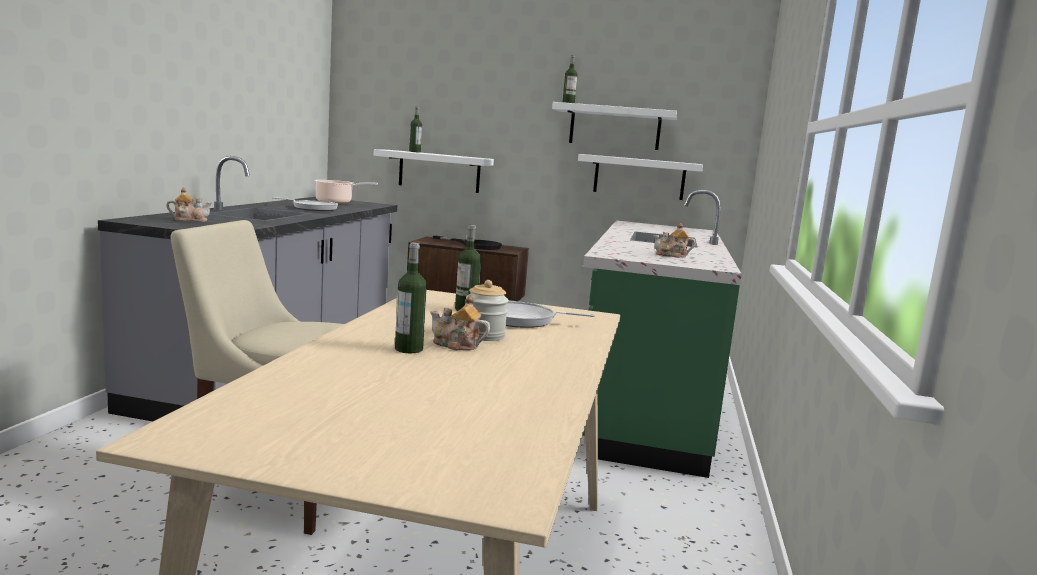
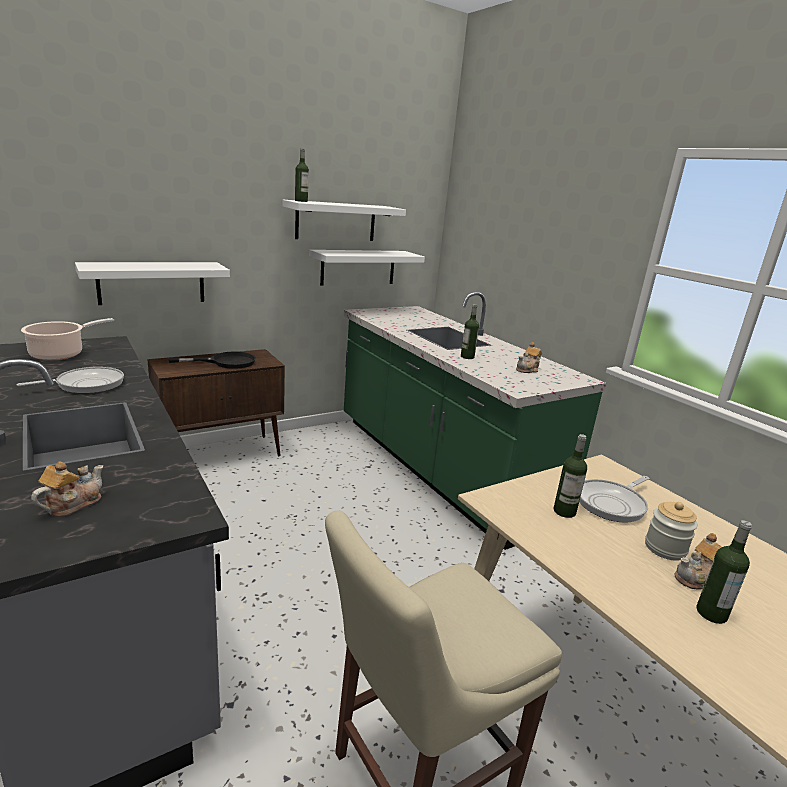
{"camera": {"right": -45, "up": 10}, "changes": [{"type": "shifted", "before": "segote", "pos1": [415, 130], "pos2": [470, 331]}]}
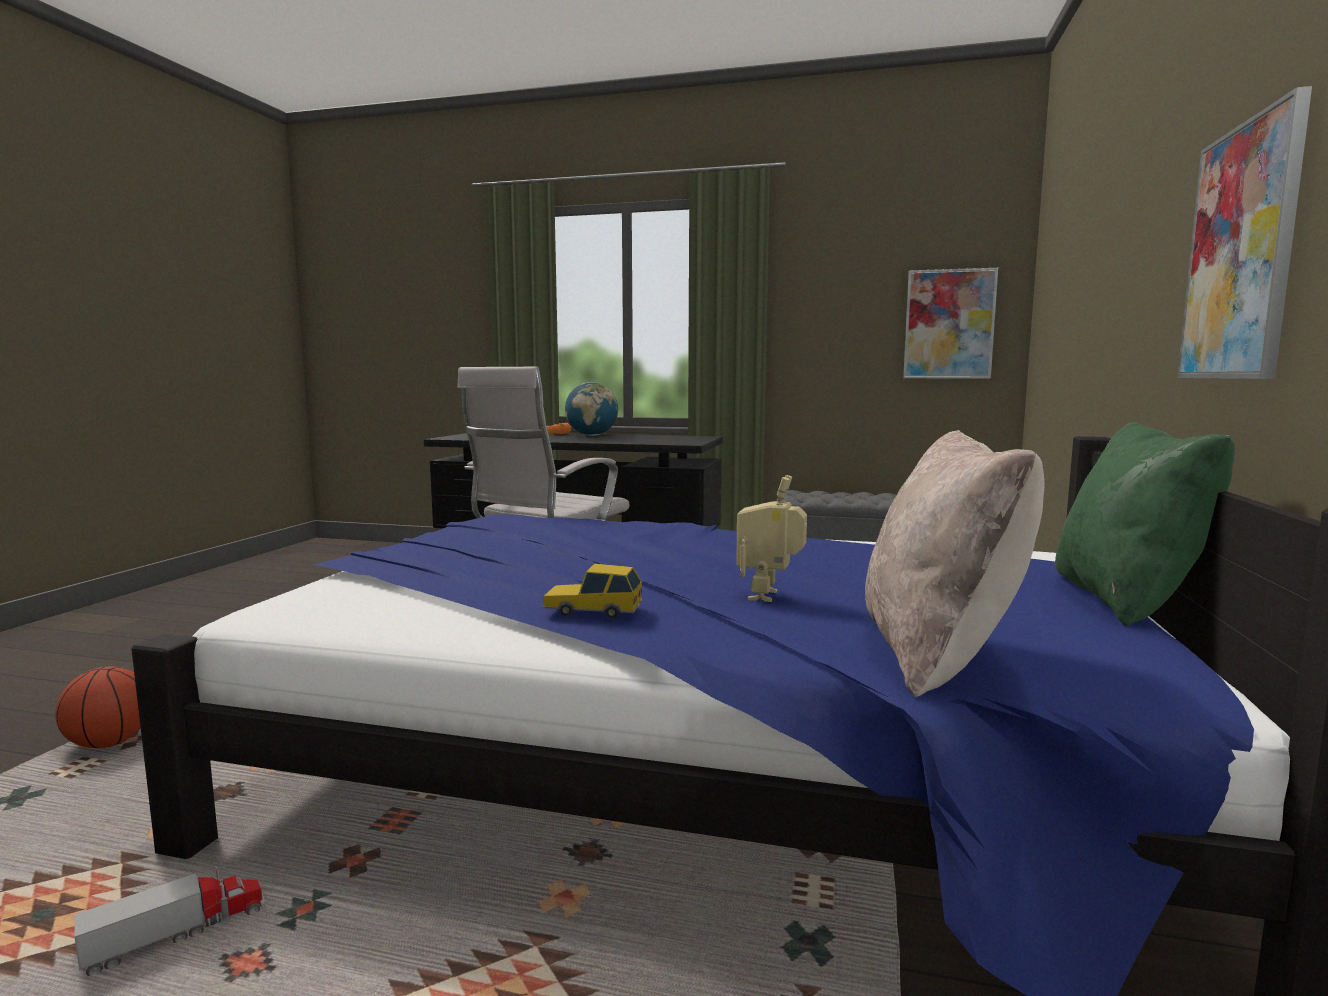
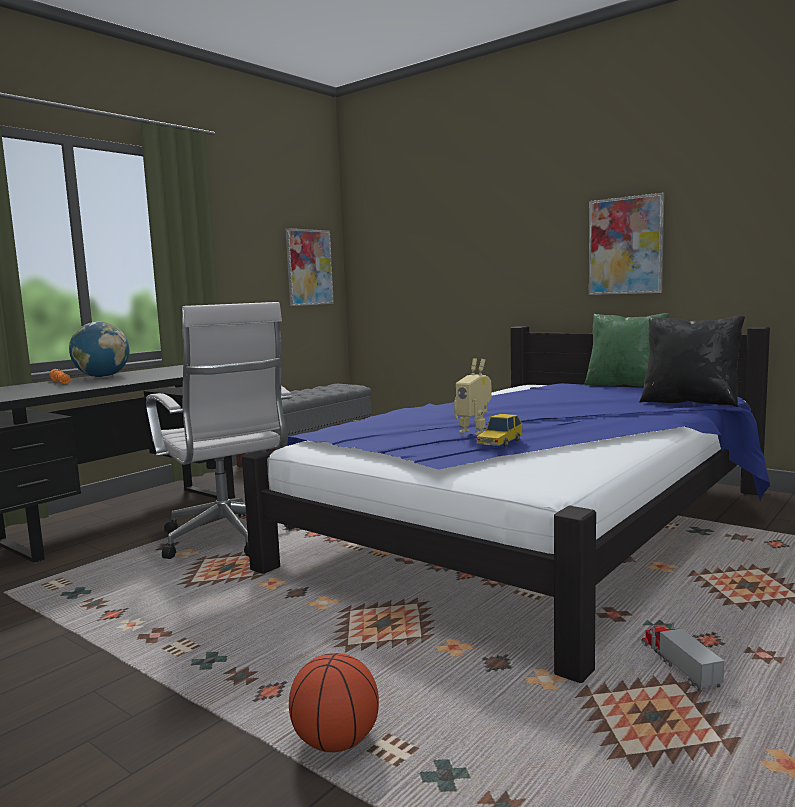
{"camera": {"right": -65, "up": 0}, "changes": [{"type": "repainted", "before": "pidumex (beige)", "after": "pidumex (black)", "pos1": [955, 564], "pos2": [692, 361]}, {"type": "shifted", "before": "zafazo", "pos1": [771, 538], "pos2": [473, 396]}, {"type": "shifted", "before": "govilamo", "pos1": [592, 591], "pos2": [499, 430]}]}
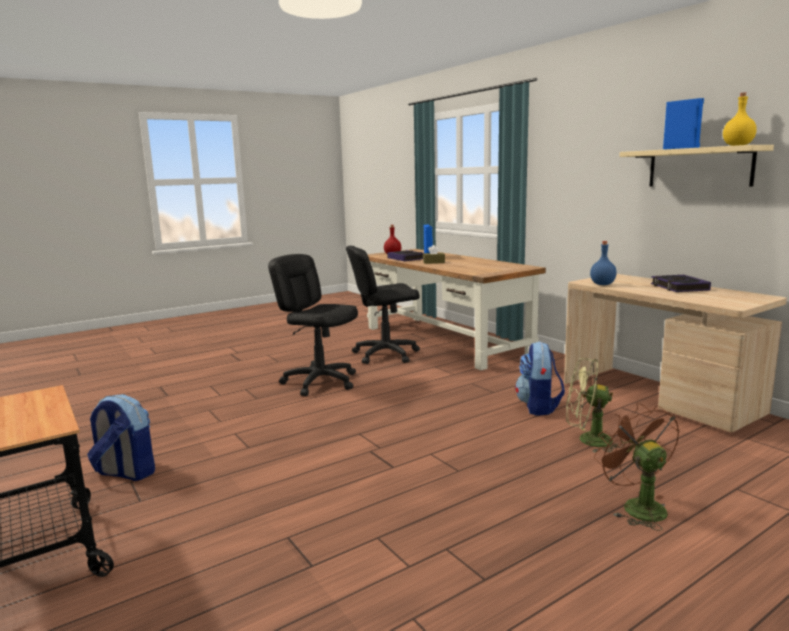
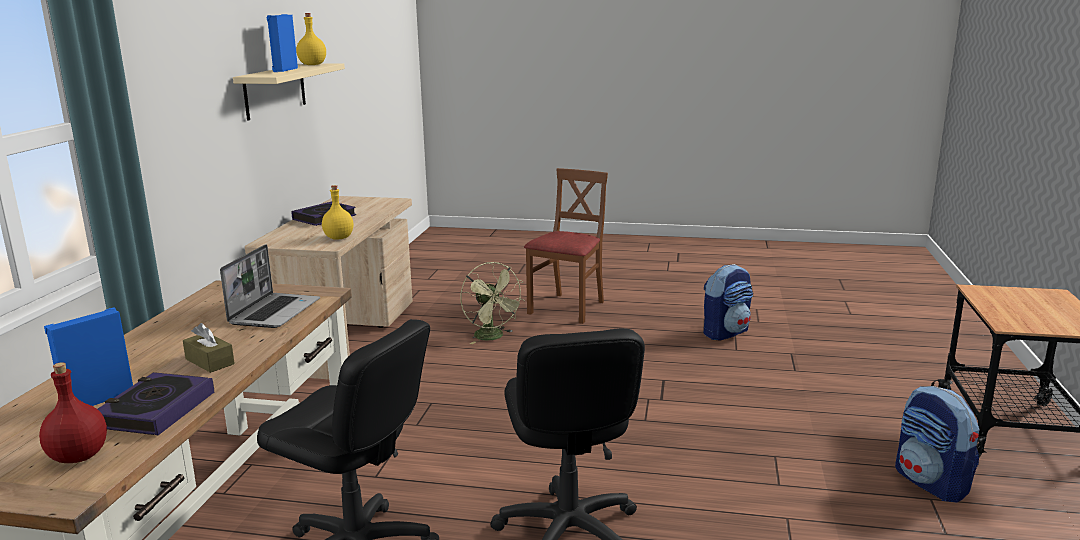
{"camera": {"right": -135, "up": 5}, "changes": [{"type": "repainted", "before": "segote (blue)", "after": "segote (yellow)", "pos1": [603, 263], "pos2": [337, 212]}, {"type": "shifted", "before": "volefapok", "pos1": [540, 378], "pos2": [728, 302]}, {"type": "swapped", "before": "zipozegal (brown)", "after": "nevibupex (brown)", "pos1": [636, 467], "pos2": [566, 246]}, {"type": "new", "after": "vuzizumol", "pos2": [270, 286]}]}
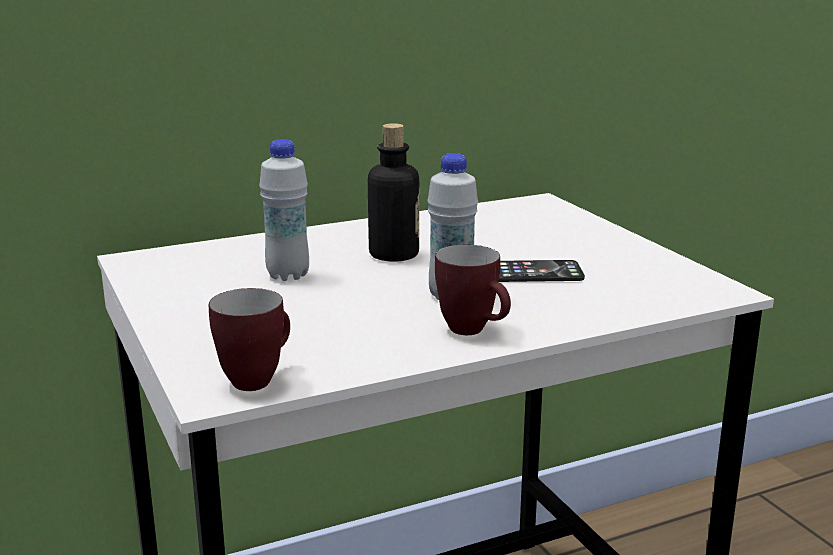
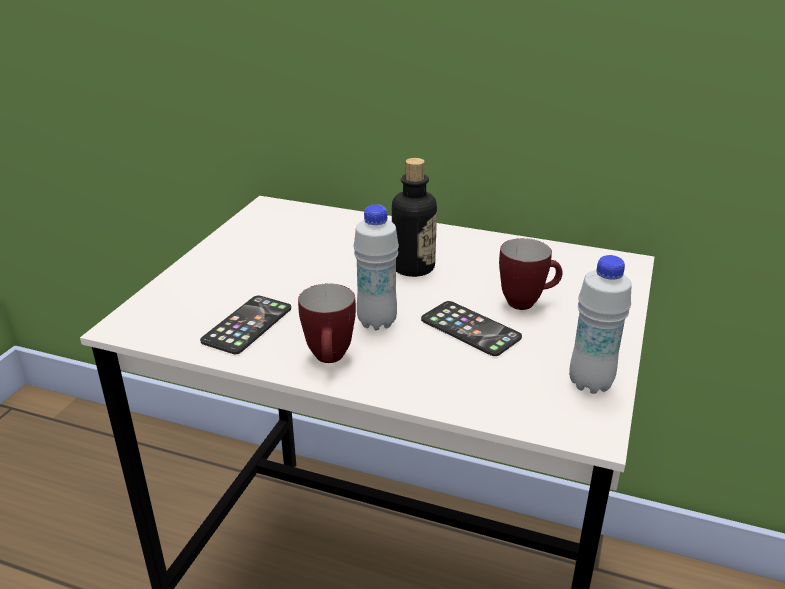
{"camera": {"right": 45, "up": 10}, "changes": [{"type": "shifted", "before": "segote (white)", "pos1": [284, 210], "pos2": [600, 324]}, {"type": "shifted", "before": "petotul", "pos1": [249, 339], "pos2": [530, 274]}, {"type": "new", "after": "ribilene", "pos2": [245, 325]}]}
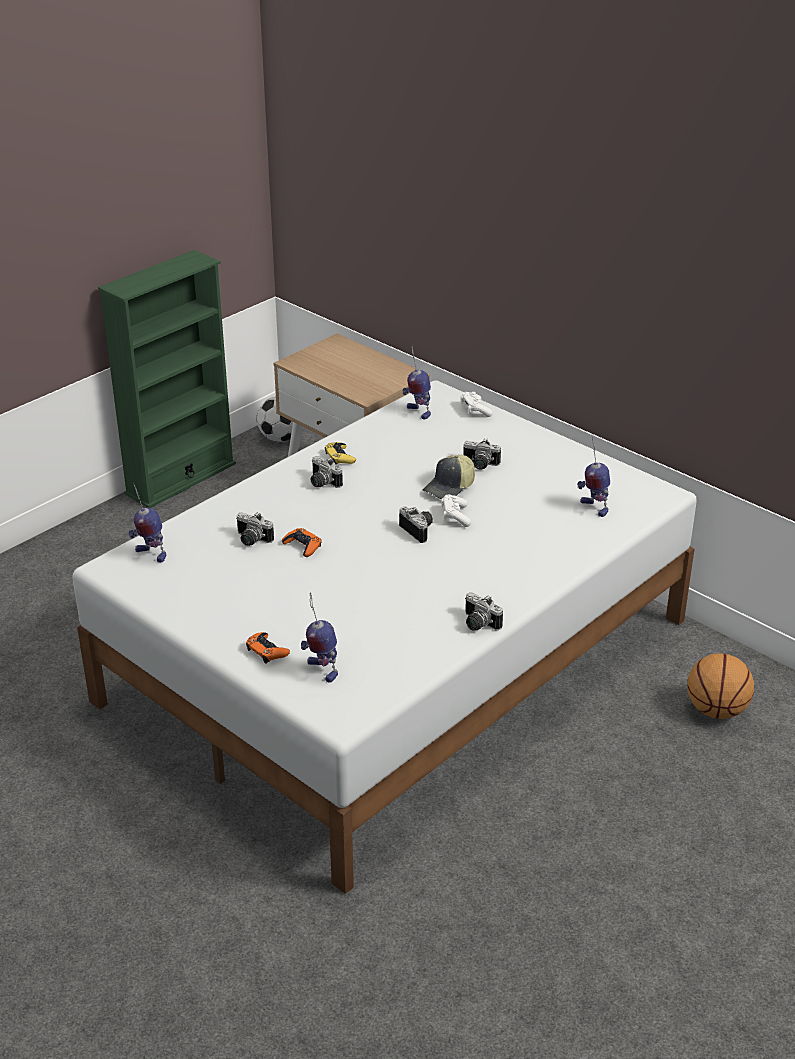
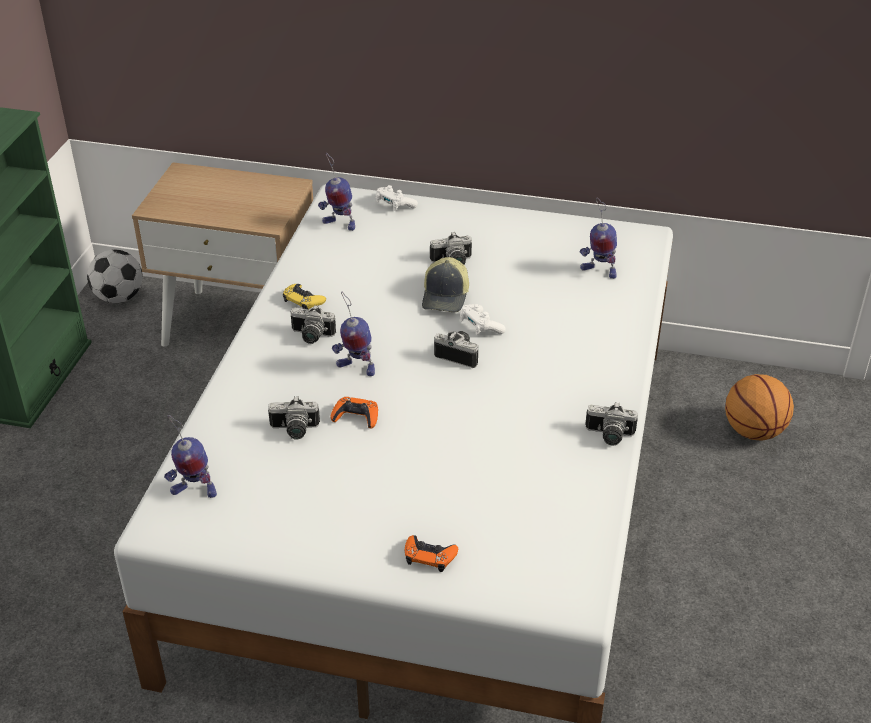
{"camera": {"right": -30, "up": 5}, "changes": [{"type": "shifted", "before": "zafazo", "pos1": [319, 637], "pos2": [353, 334]}]}
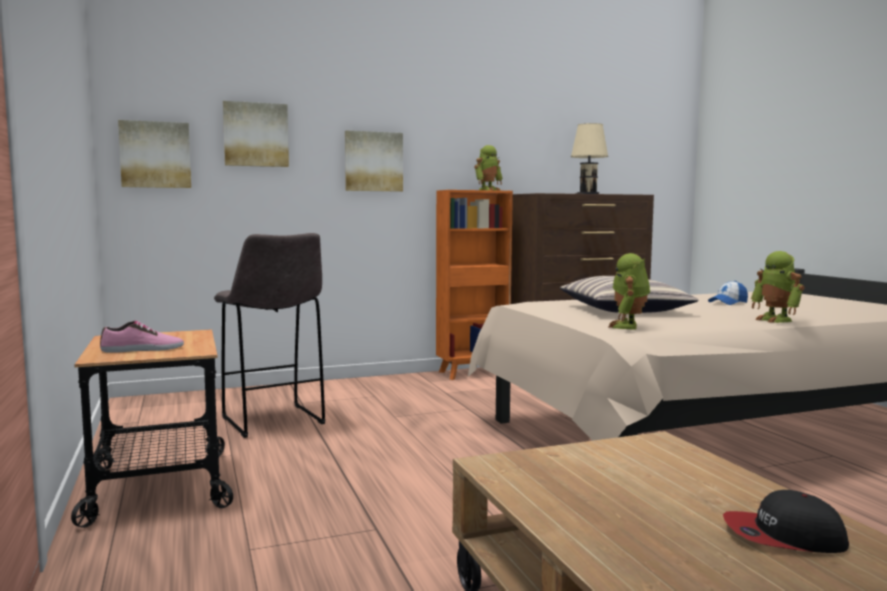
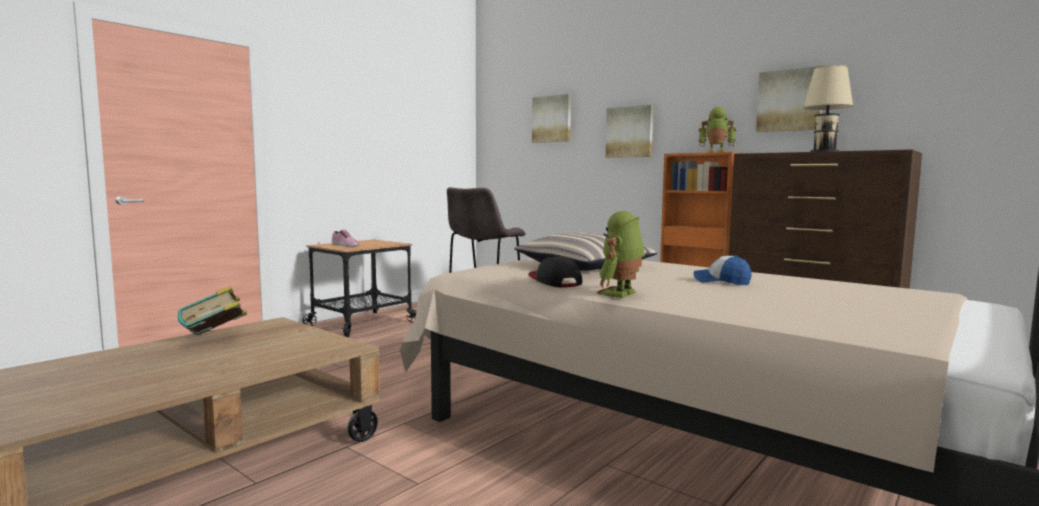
{"camera": {"right": 60, "up": 0}, "changes": [{"type": "shifted", "before": "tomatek", "pos1": [154, 154], "pos2": [789, 99]}, {"type": "gone", "before": "zafazo", "pos1": [629, 291]}, {"type": "shifted", "before": "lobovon", "pos1": [786, 521], "pos2": [555, 272]}, {"type": "new", "after": "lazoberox", "pos2": [212, 310]}]}
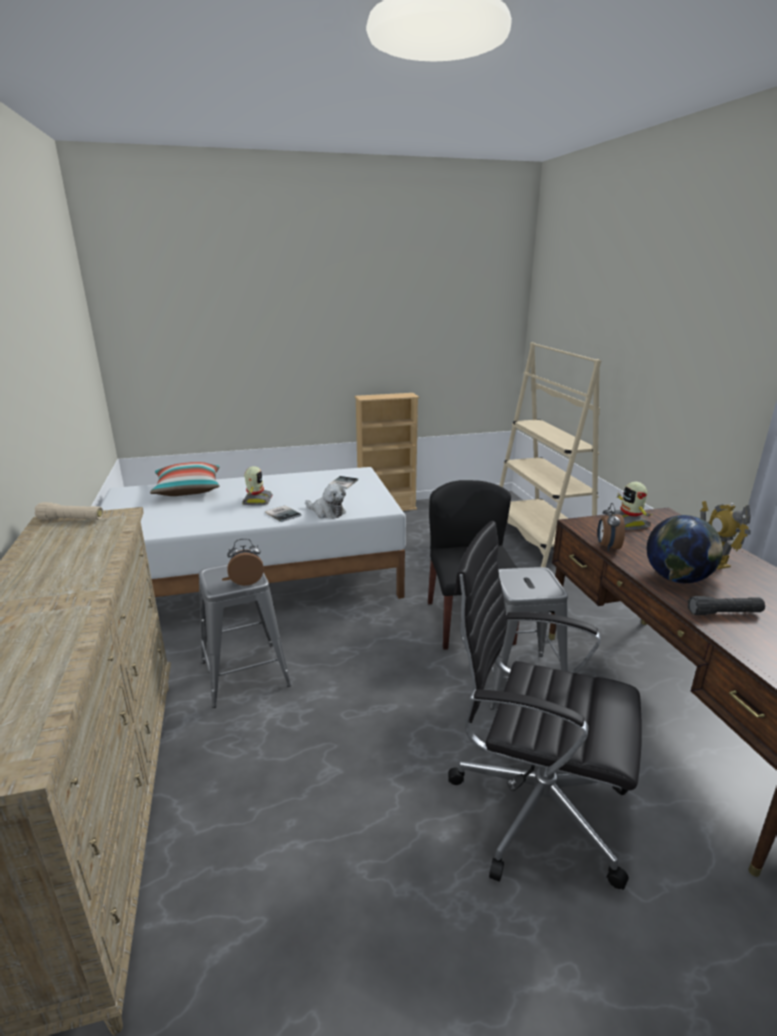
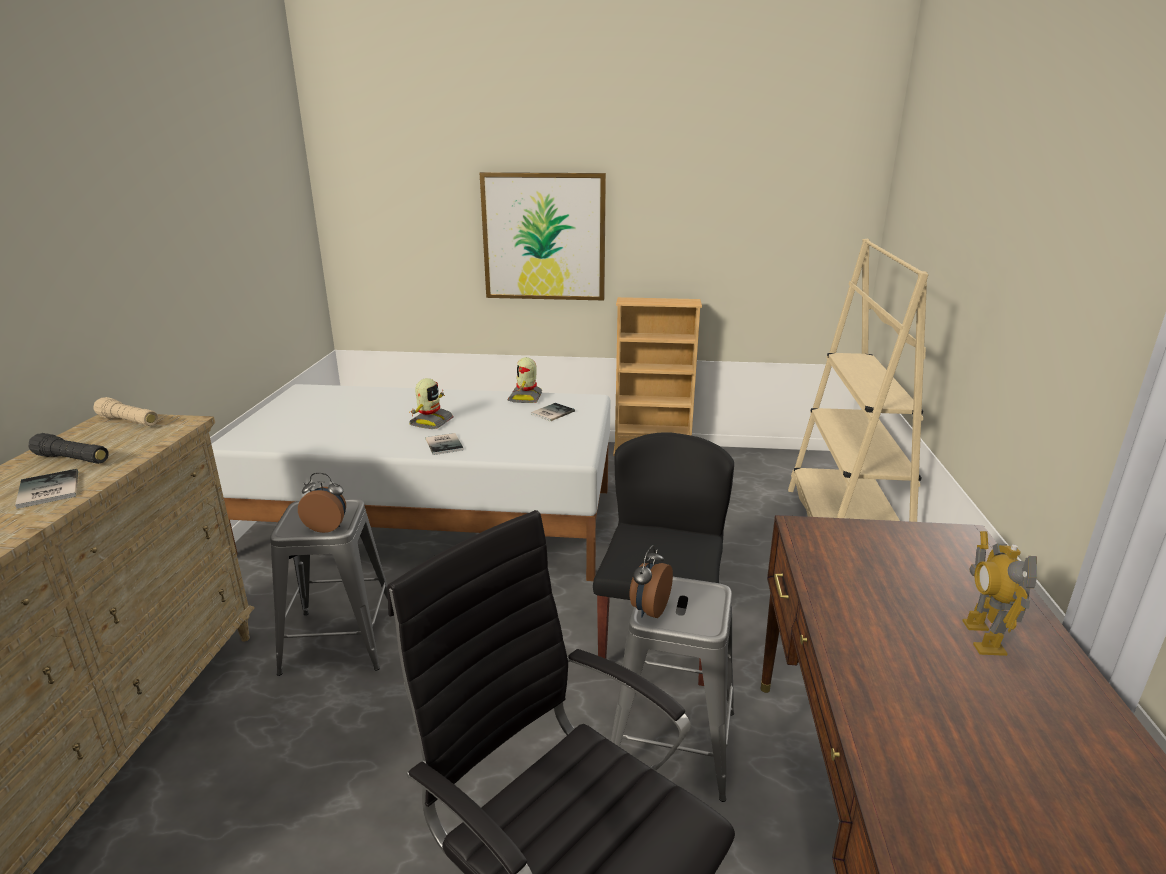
{"camera": {"right": 20, "up": 0}, "changes": [{"type": "gone", "before": "pidumex", "pos1": [185, 479]}, {"type": "shifted", "before": "zafazo", "pos1": [630, 506], "pos2": [524, 380]}, {"type": "gone", "before": "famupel", "pos1": [325, 501]}, {"type": "shifted", "before": "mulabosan", "pos1": [611, 527], "pos2": [651, 581]}, {"type": "gone", "before": "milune", "pos1": [685, 549]}, {"type": "shifted", "before": "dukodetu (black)", "pos1": [726, 605], "pos2": [68, 448]}, {"type": "new", "after": "tomatek", "pos2": [543, 236]}, {"type": "new", "after": "lazoberox", "pos2": [46, 489]}]}
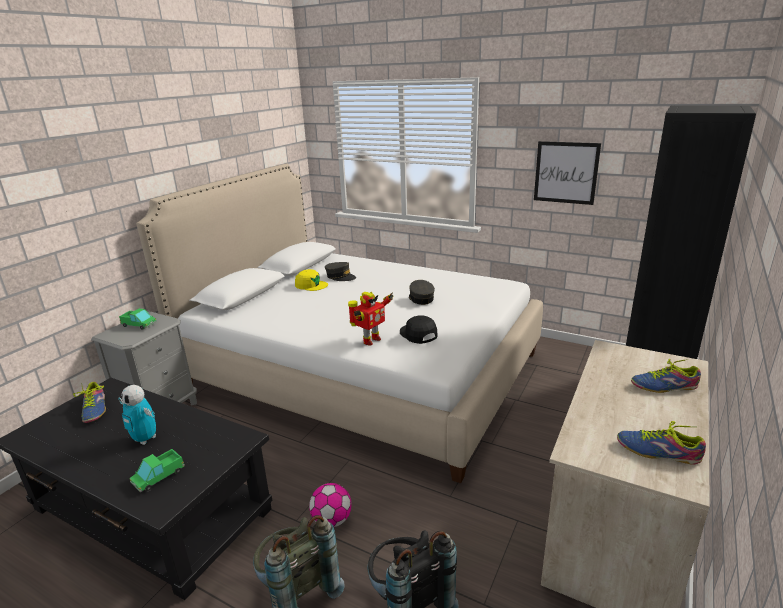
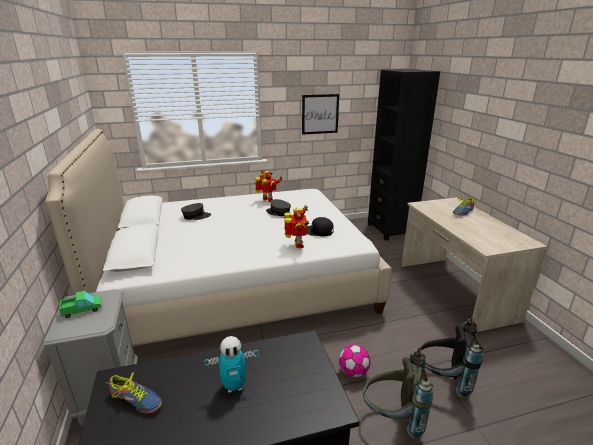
{"camera": {"right": -45, "up": 0}, "changes": [{"type": "gone", "before": "lobovon (yellow)", "pos1": [311, 280]}, {"type": "gone", "before": "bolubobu", "pos1": [661, 442]}, {"type": "gone", "before": "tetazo", "pos1": [157, 470]}, {"type": "new", "after": "zafazo", "pos2": [268, 186]}]}
